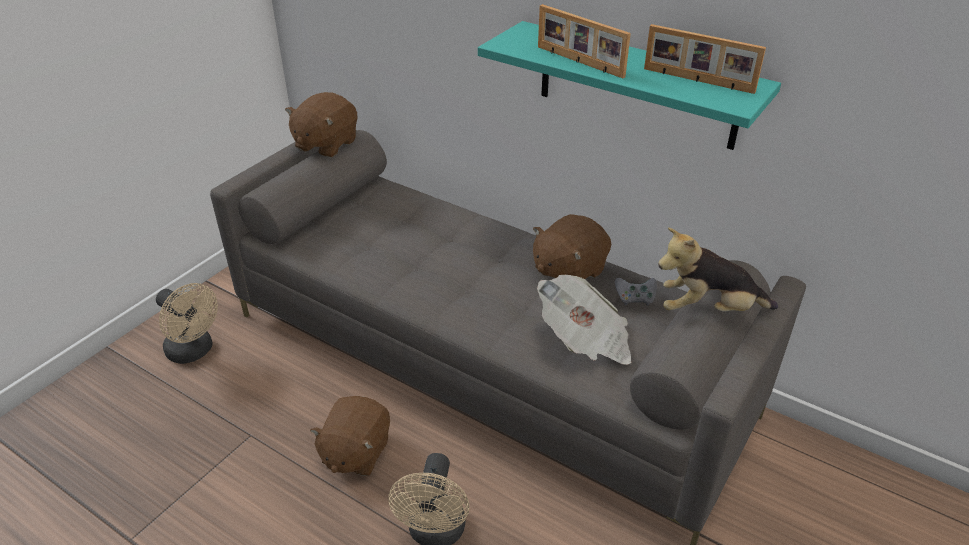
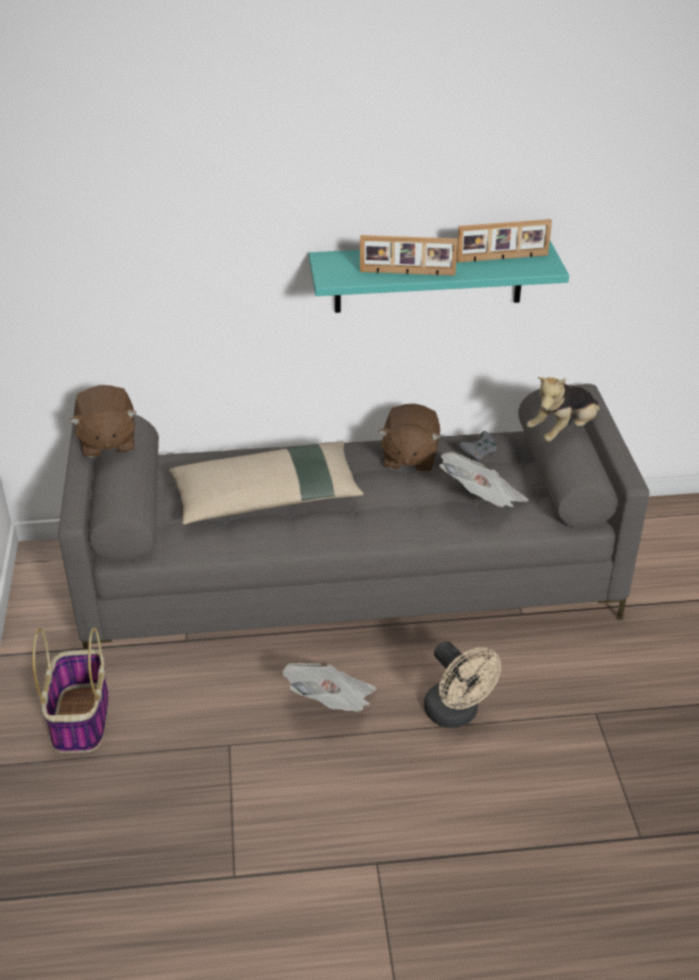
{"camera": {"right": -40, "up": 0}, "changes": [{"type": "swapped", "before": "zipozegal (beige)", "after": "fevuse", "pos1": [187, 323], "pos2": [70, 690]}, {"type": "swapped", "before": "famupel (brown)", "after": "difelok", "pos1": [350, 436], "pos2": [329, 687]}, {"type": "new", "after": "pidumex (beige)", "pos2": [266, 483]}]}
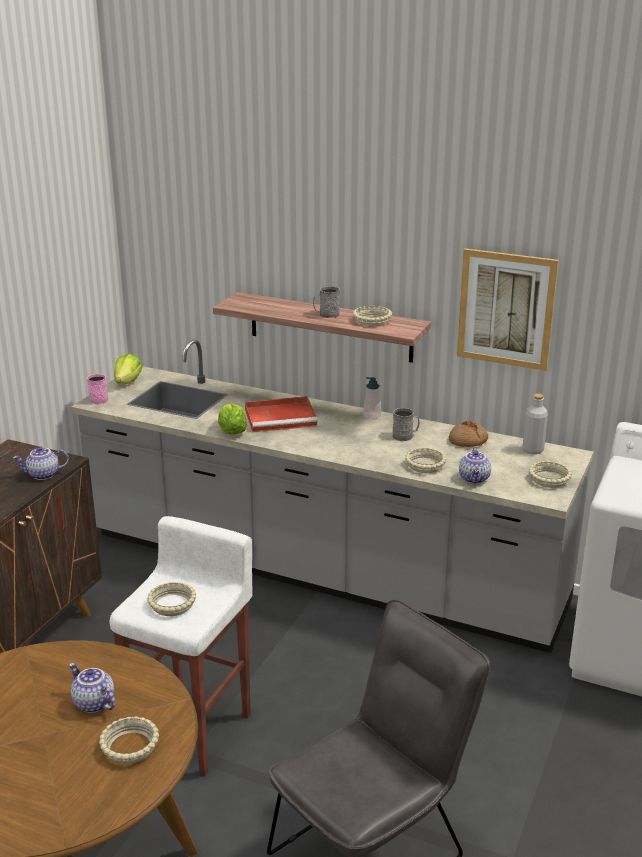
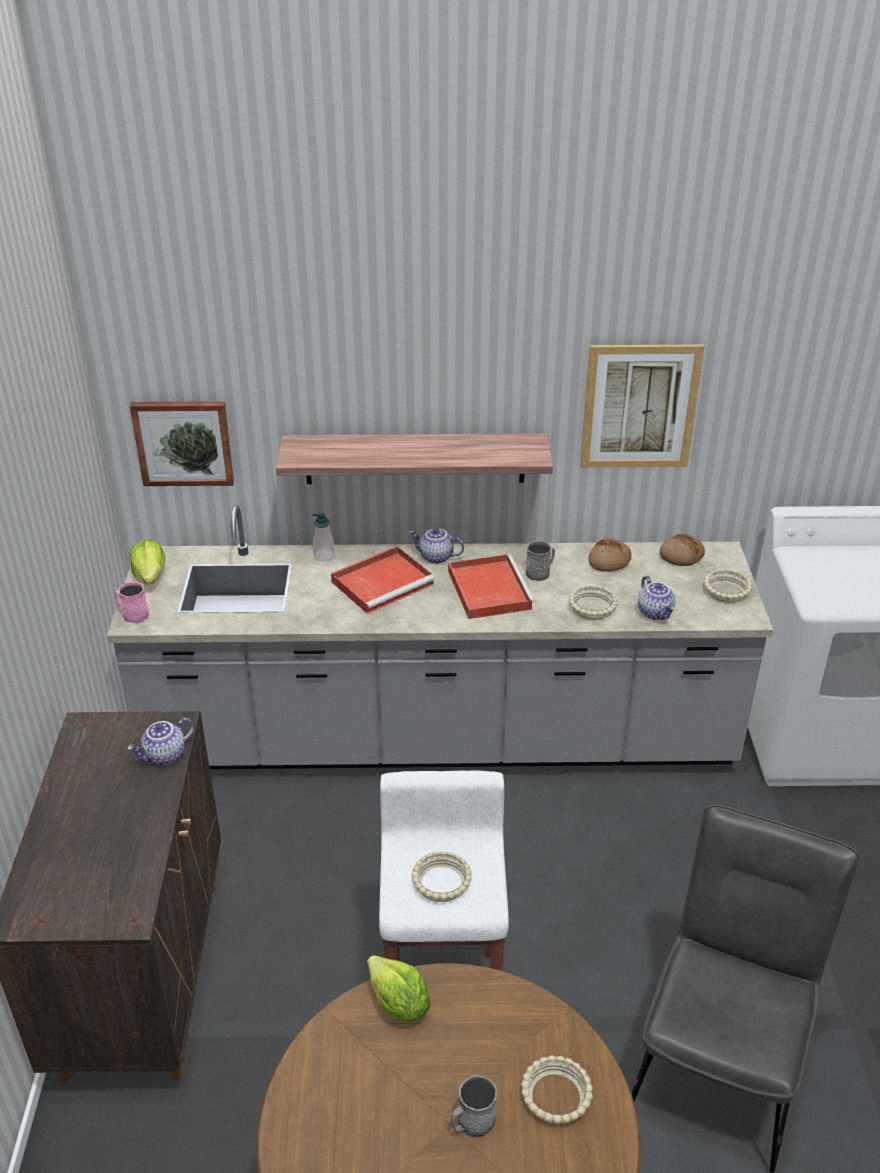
{"camera": {"right": -25, "up": 10}, "changes": [{"type": "shifted", "before": "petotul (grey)", "pos1": [326, 302], "pos2": [474, 1106]}, {"type": "gone", "before": "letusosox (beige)", "pos1": [372, 316]}, {"type": "shifted", "before": "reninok", "pos1": [372, 398], "pos2": [323, 536]}, {"type": "swapped", "before": "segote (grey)", "after": "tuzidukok", "pos1": [535, 424], "pos2": [682, 549]}, {"type": "shifted", "before": "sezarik", "pos1": [232, 419], "pos2": [398, 988]}, {"type": "shifted", "before": "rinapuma", "pos1": [92, 688], "pos2": [436, 546]}, {"type": "new", "after": "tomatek", "pos2": [182, 443]}, {"type": "new", "after": "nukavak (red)", "pos2": [491, 586]}]}
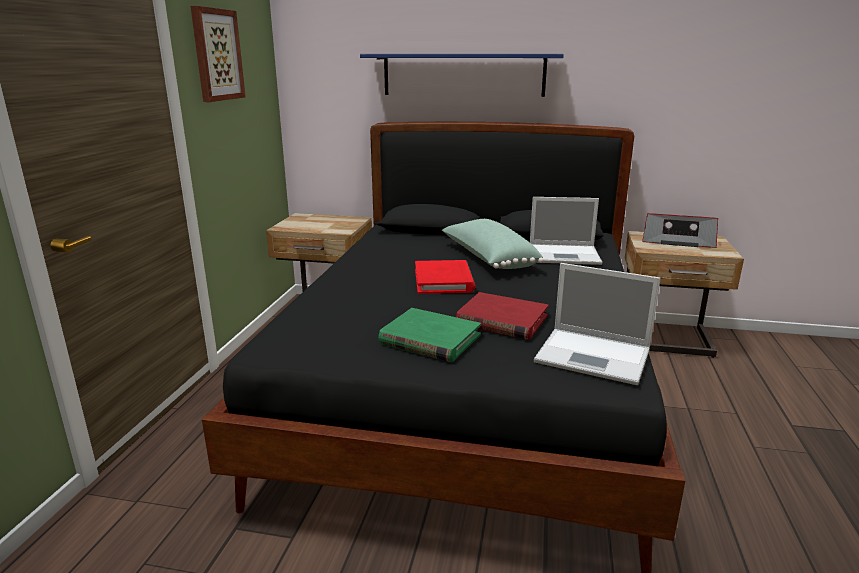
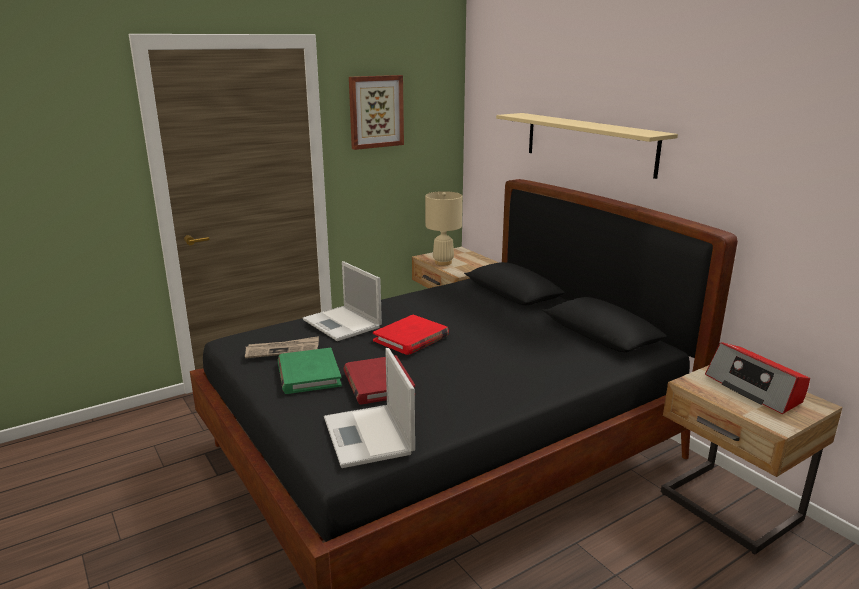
{"camera": {"right": 45, "up": 0}, "changes": [{"type": "repainted", "before": "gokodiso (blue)", "after": "gokodiso (beige)", "pos1": [462, 75], "pos2": [587, 146]}, {"type": "shifted", "before": "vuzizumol", "pos1": [566, 231], "pos2": [342, 301]}, {"type": "gone", "before": "pidumex (green)", "pos1": [493, 244]}, {"type": "new", "after": "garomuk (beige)", "pos2": [443, 228]}, {"type": "new", "after": "difelok", "pos2": [282, 347]}]}
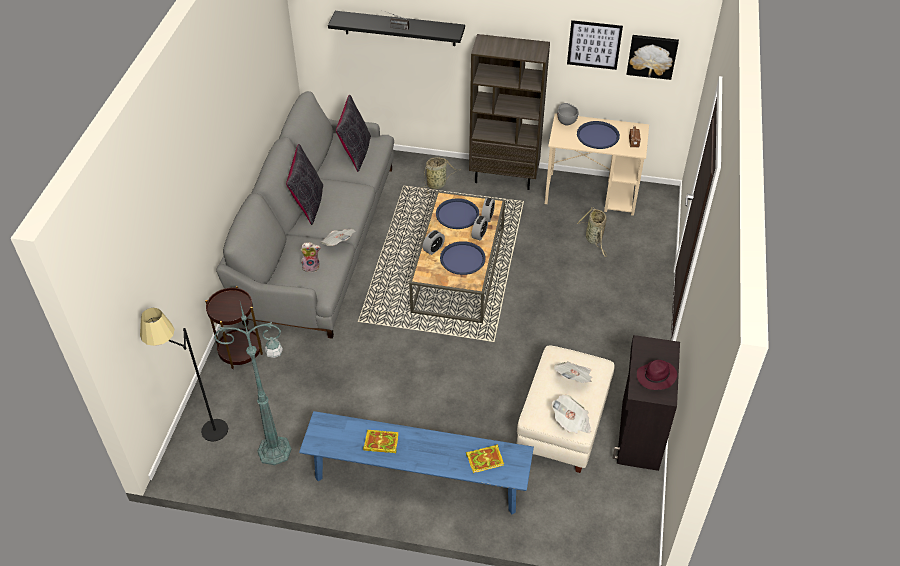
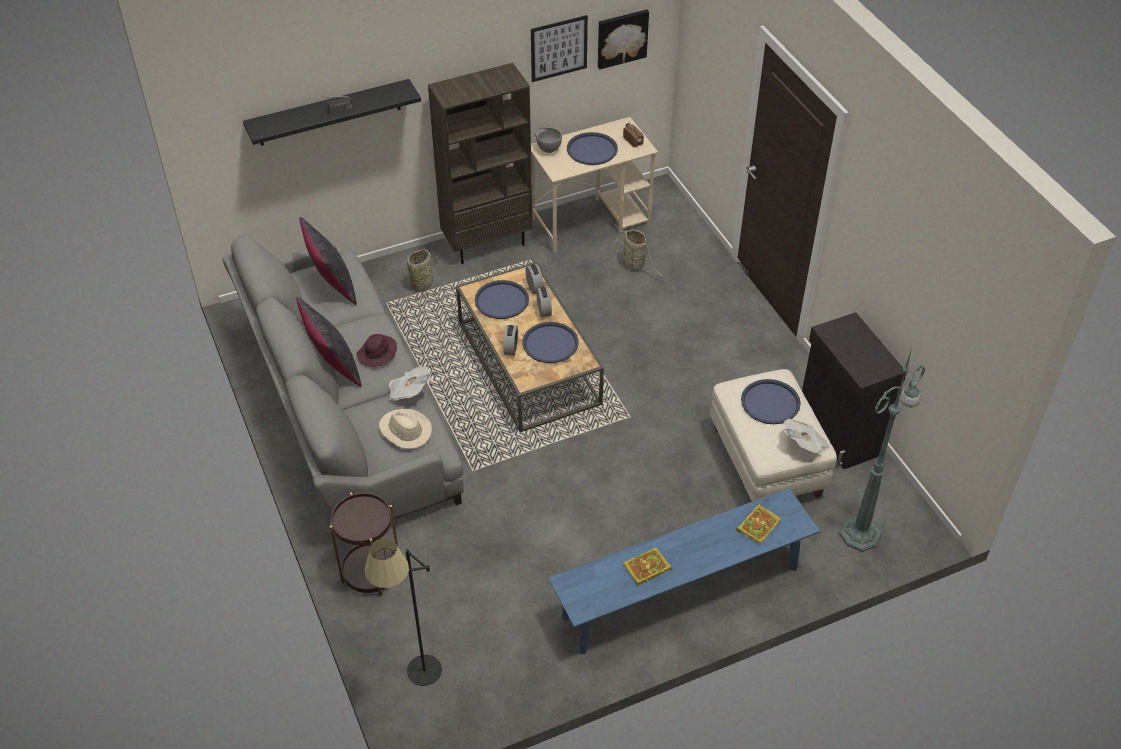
{"camera": {"right": -35, "up": 0}, "changes": [{"type": "swapped", "before": "famupel", "after": "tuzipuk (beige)", "pos1": [311, 257], "pos2": [405, 429]}, {"type": "shifted", "before": "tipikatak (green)", "pos1": [253, 383], "pos2": [882, 450]}, {"type": "shifted", "before": "tuzipuk (purple)", "pos1": [657, 375], "pos2": [376, 350]}, {"type": "swapped", "before": "difelok", "after": "nukavak (blue)", "pos1": [573, 372], "pos2": [771, 401]}]}
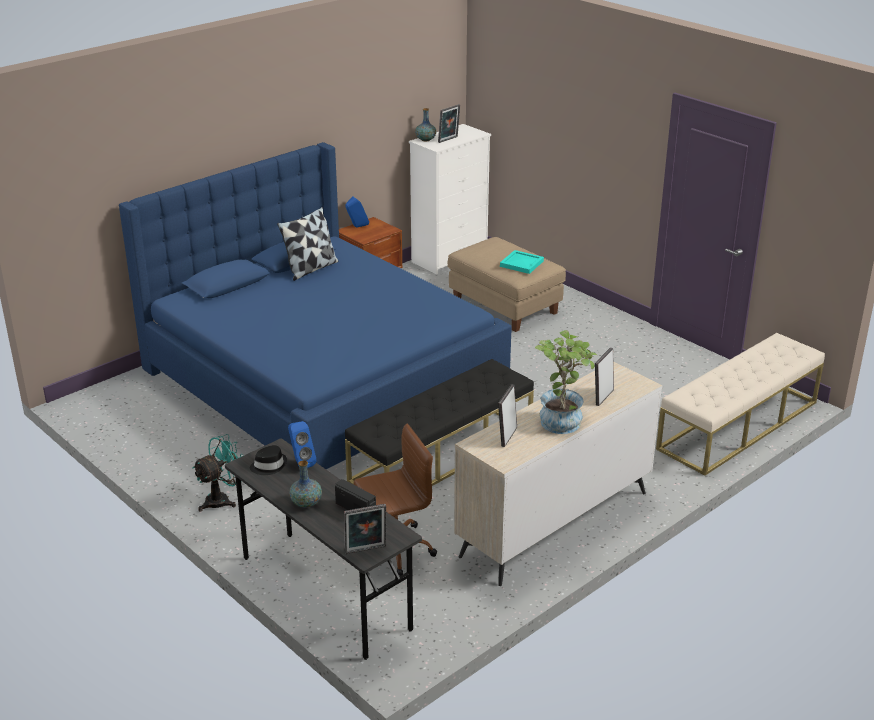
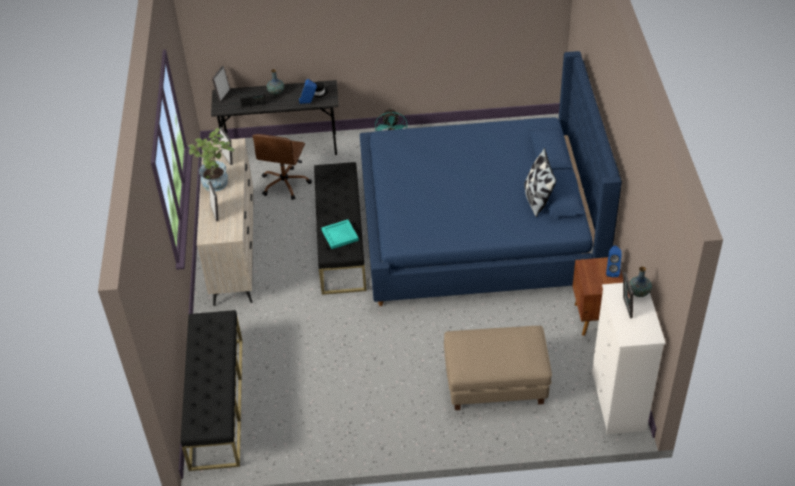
{"camera": {"right": 130, "up": 15}, "changes": [{"type": "shifted", "before": "nukavak (turquoise)", "pos1": [522, 262], "pos2": [340, 234]}, {"type": "repainted", "before": "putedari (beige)", "after": "putedari (black)", "pos1": [740, 404], "pos2": [211, 390]}]}
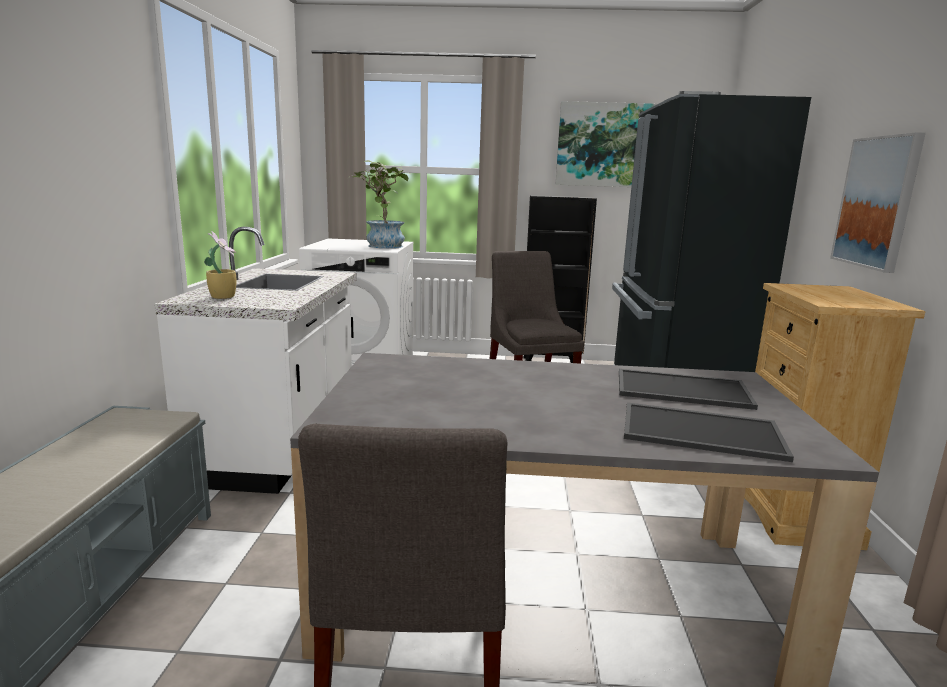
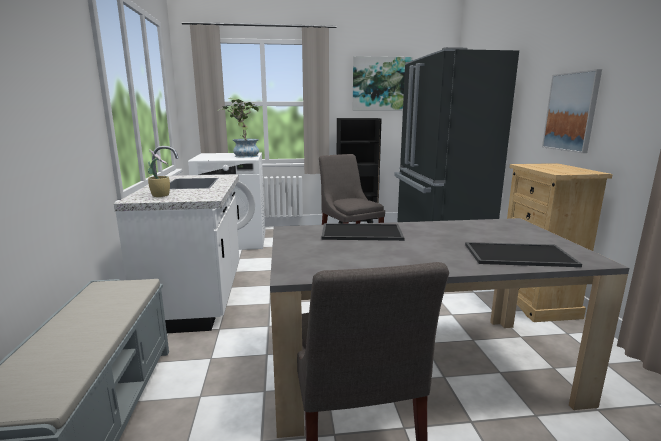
{"camera": {"right": -10, "up": 0}, "changes": [{"type": "shifted", "before": "nukavak", "pos1": [688, 389], "pos2": [362, 232]}]}
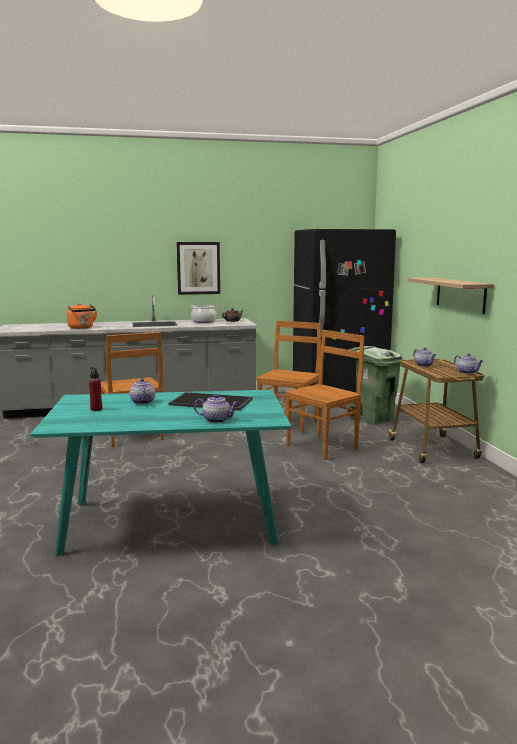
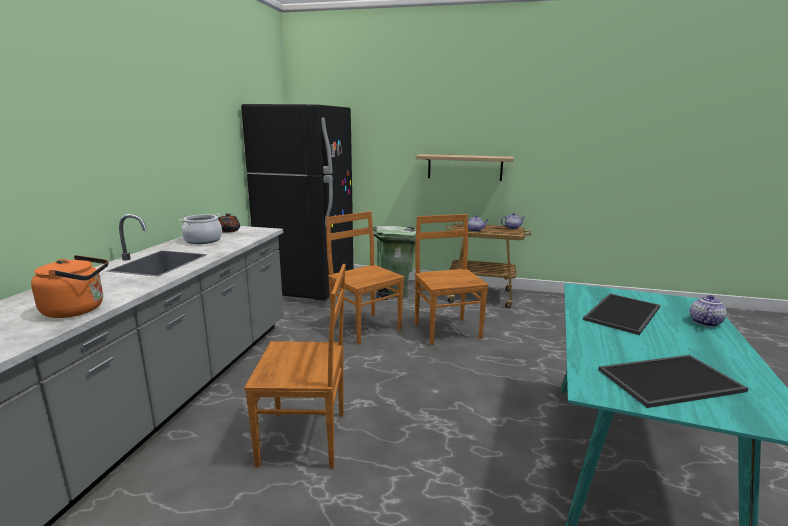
{"camera": {"right": -65, "up": 5}, "changes": [{"type": "gone", "before": "tomatek", "pos1": [198, 268]}, {"type": "swapped", "before": "segote (red)", "after": "nukavak", "pos1": [95, 389], "pos2": [673, 381]}, {"type": "gone", "before": "rinapuma", "pos1": [142, 391]}]}
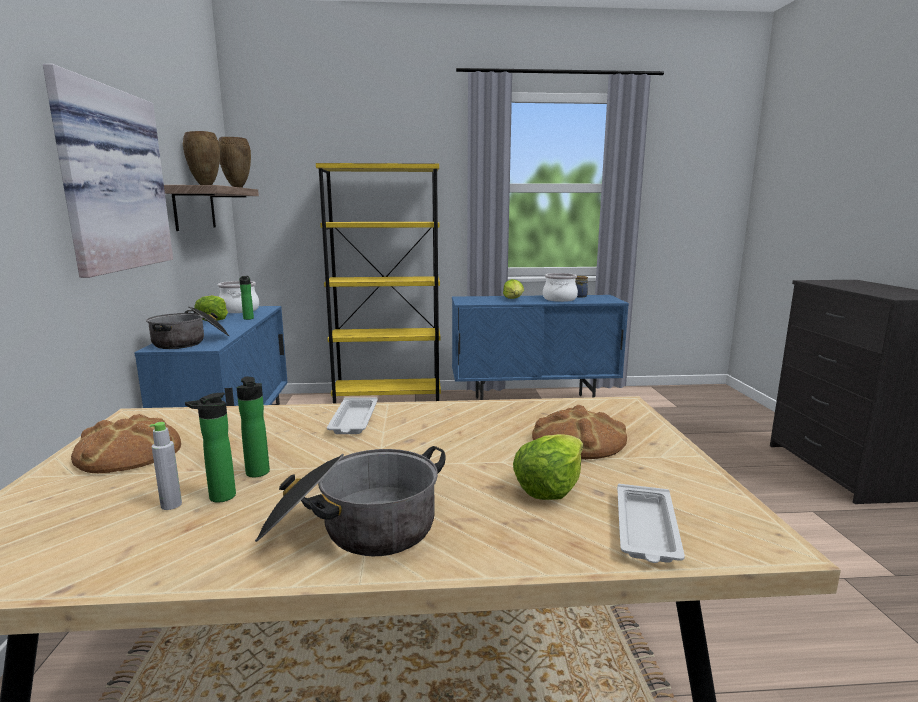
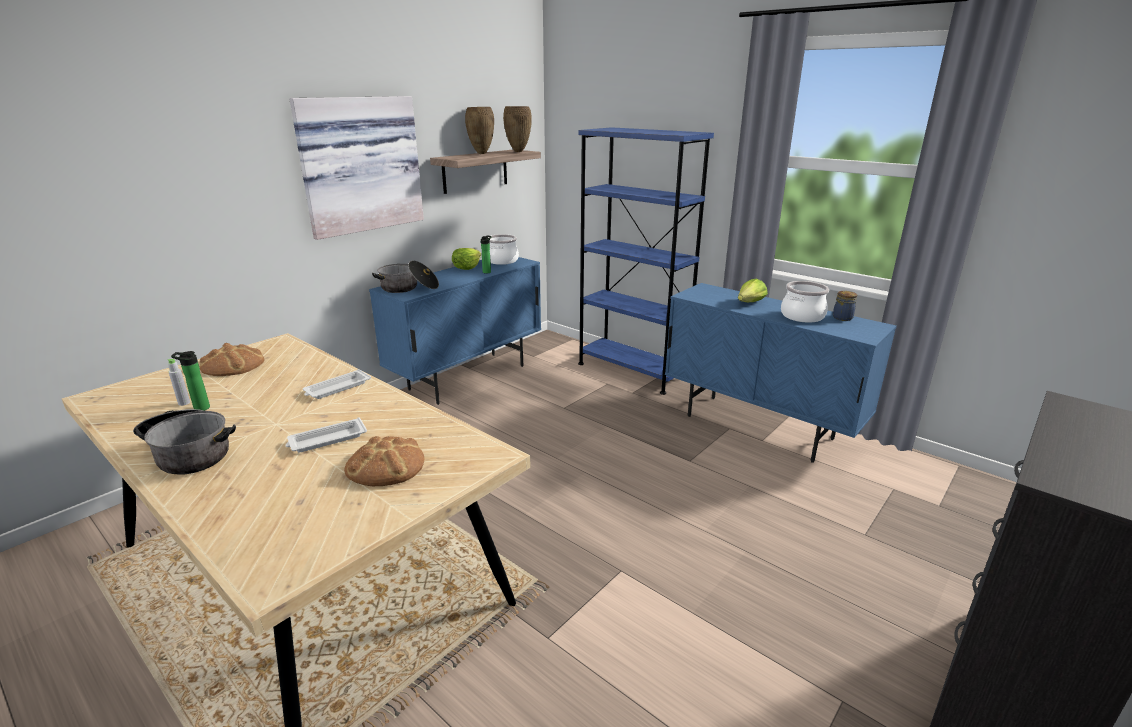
{"camera": {"right": 45, "up": 10}, "changes": [{"type": "repainted", "before": "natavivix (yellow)", "after": "natavivix (blue)", "pos1": [378, 283], "pos2": [646, 261]}, {"type": "gone", "before": "segote", "pos1": [253, 426]}, {"type": "gone", "before": "sezarik", "pos1": [548, 467]}, {"type": "shifted", "before": "nukavak (white)", "pos1": [651, 523], "pos2": [326, 435]}]}
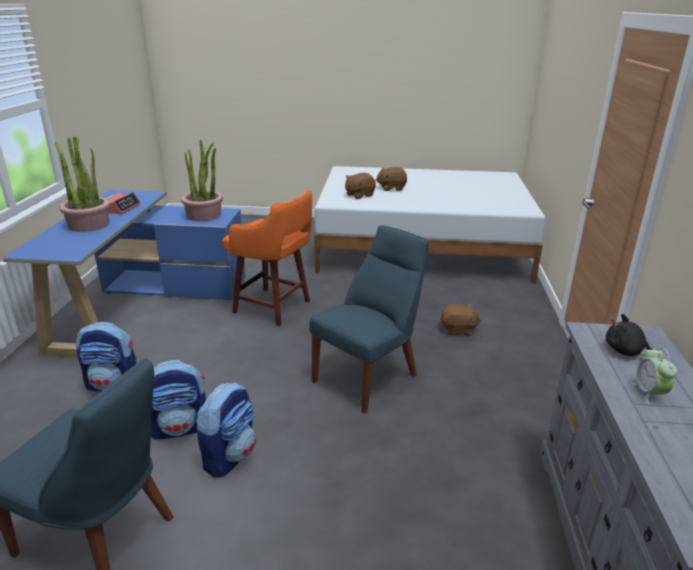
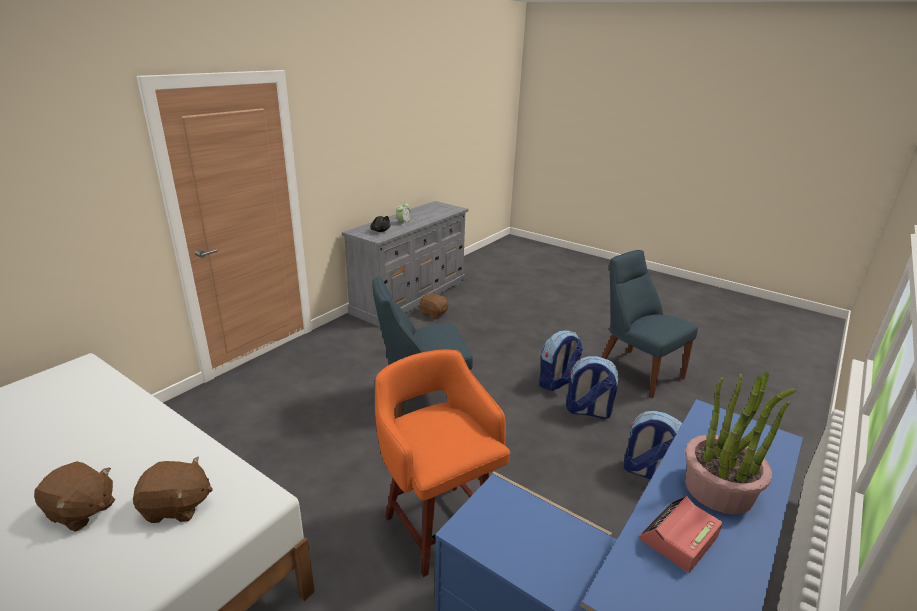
{"camera": {"right": -150, "up": 0}, "changes": [{"type": "gone", "before": "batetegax", "pos1": [202, 180]}, {"type": "shifted", "before": "famupel (brown)", "pos1": [460, 320], "pos2": [434, 305]}]}
